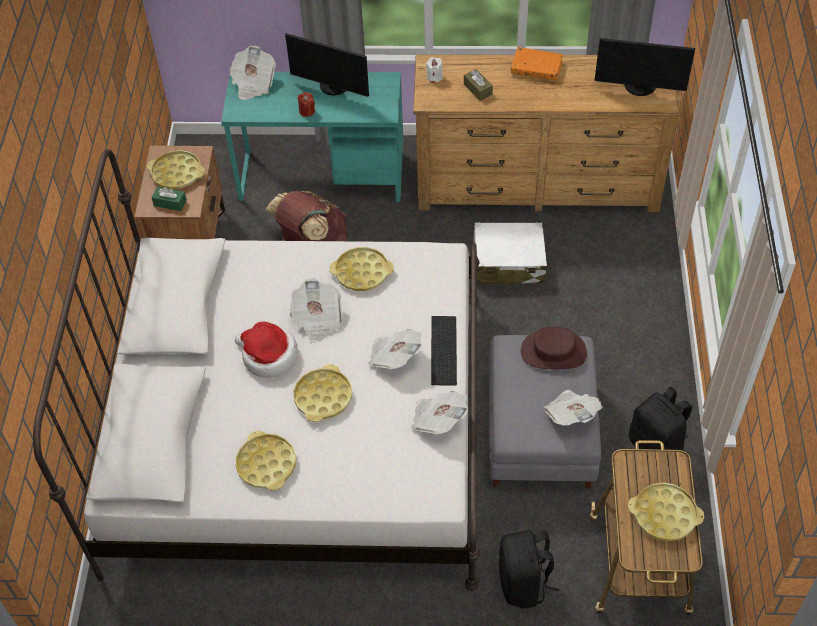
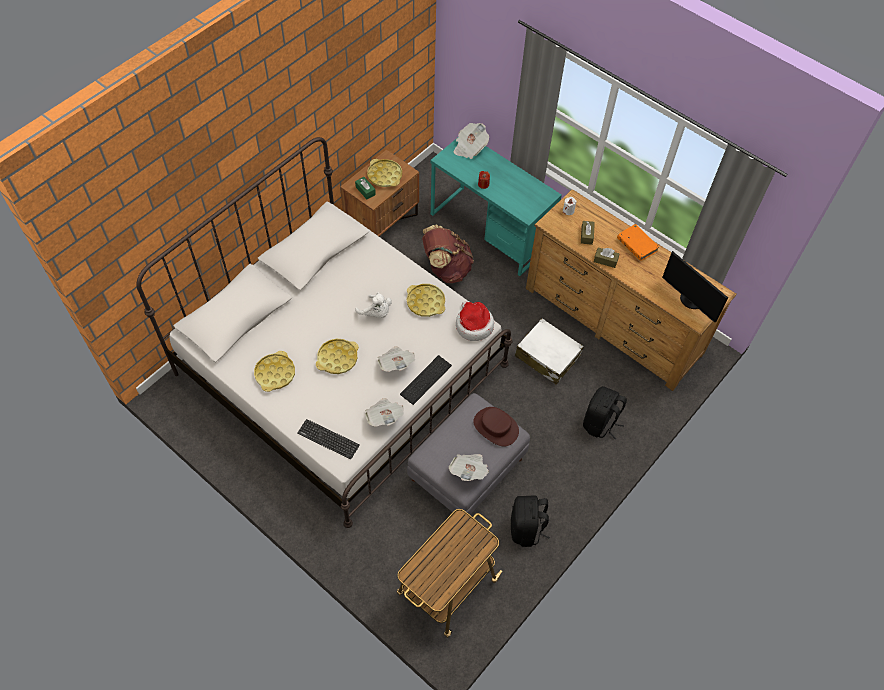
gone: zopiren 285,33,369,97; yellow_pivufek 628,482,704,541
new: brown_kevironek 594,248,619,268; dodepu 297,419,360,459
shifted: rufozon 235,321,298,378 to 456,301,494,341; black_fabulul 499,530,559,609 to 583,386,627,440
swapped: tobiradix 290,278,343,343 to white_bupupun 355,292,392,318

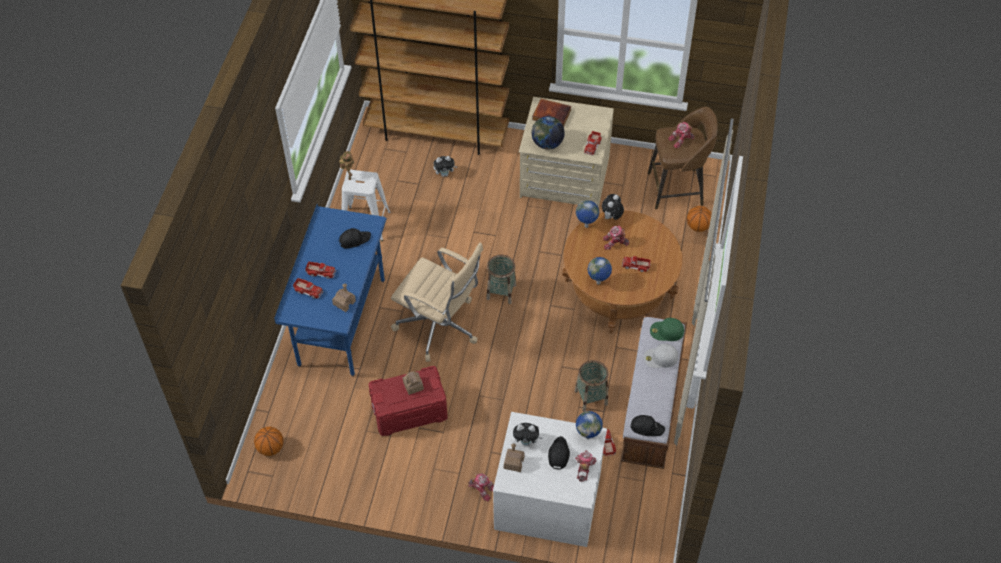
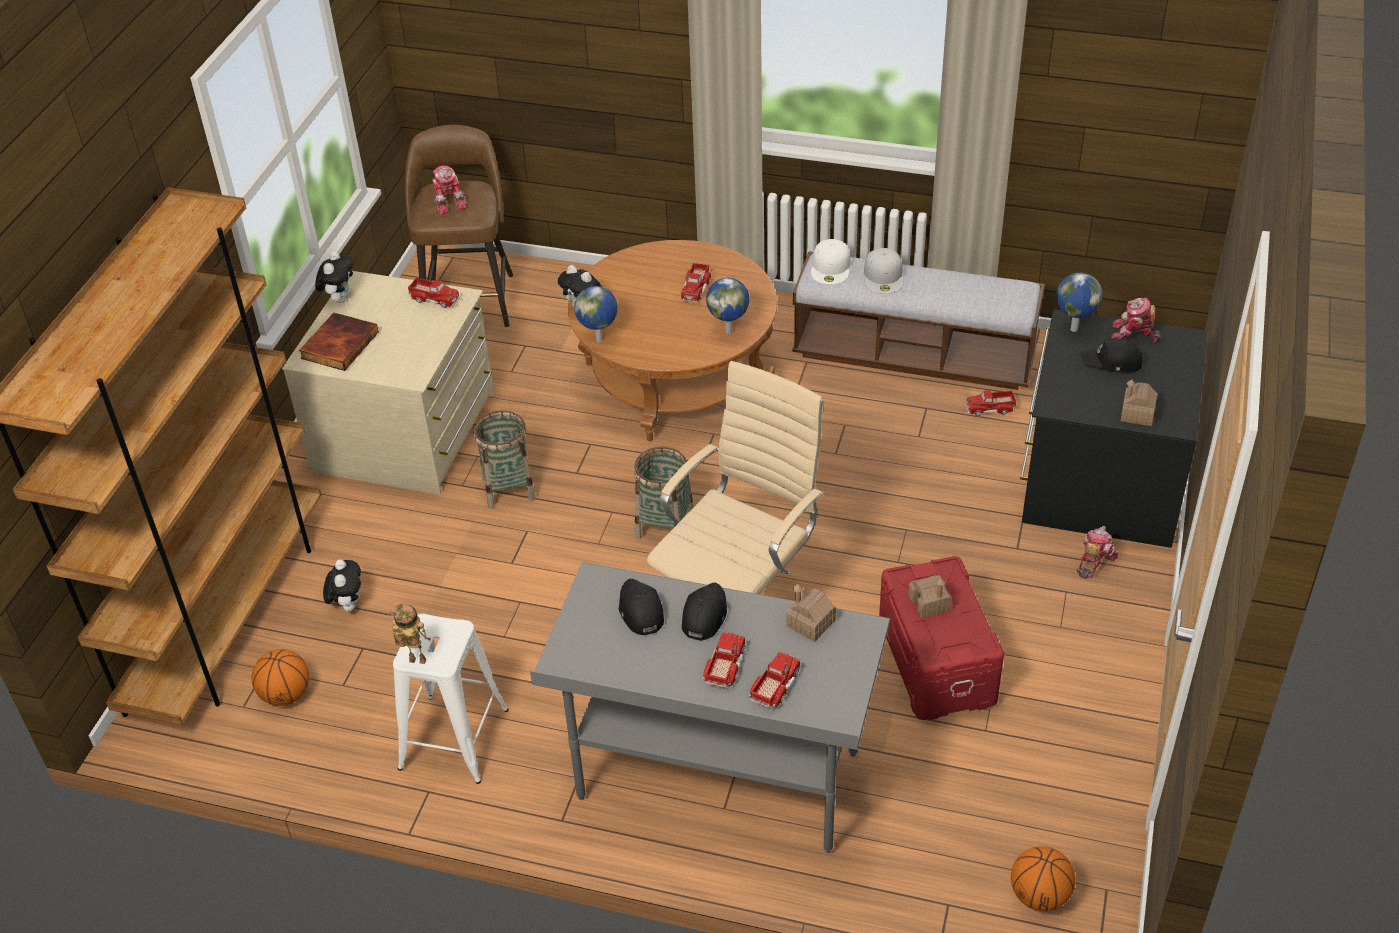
gone: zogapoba 532,116,565,150; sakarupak 603,225,629,250
shifted: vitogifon 687,206,712,232 to 252,649,309,706; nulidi 575,360,608,412 to 473,410,536,509; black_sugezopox 630,415,665,436 to 682,582,727,641; bupupun 513,423,542,446 to 315,251,353,303
repainted: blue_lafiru 274,203,387,376 to grey_lafiru 530,562,890,853; green_sugezopox 650,318,684,341 to white_sugezopox 811,239,850,284; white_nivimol 493,412,607,547 to black_nivimol 1020,309,1207,548

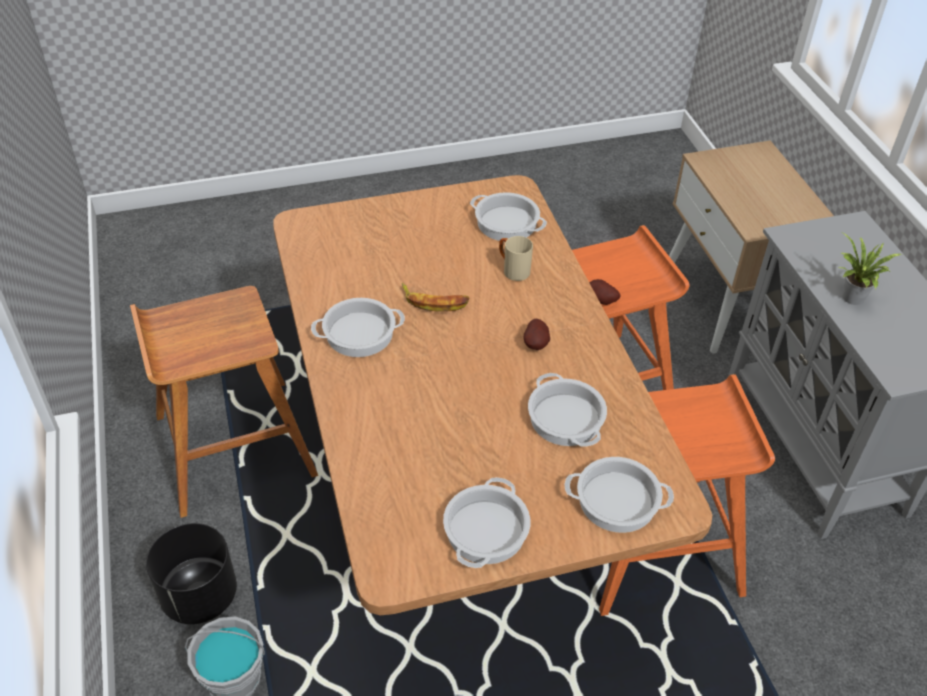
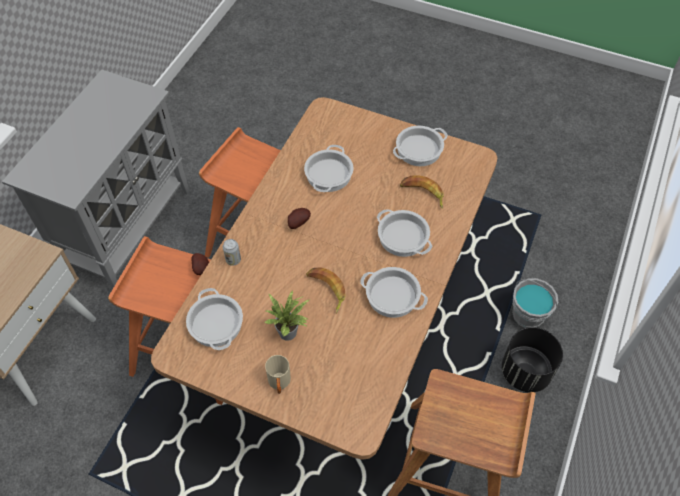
new: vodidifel 400,175,444,209; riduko 223,239,241,266
shifted: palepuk 839,233,901,305 to 264,290,310,341; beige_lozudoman 499,236,533,281 to 265,355,291,394; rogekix 564,457,674,533 to 377,209,432,257

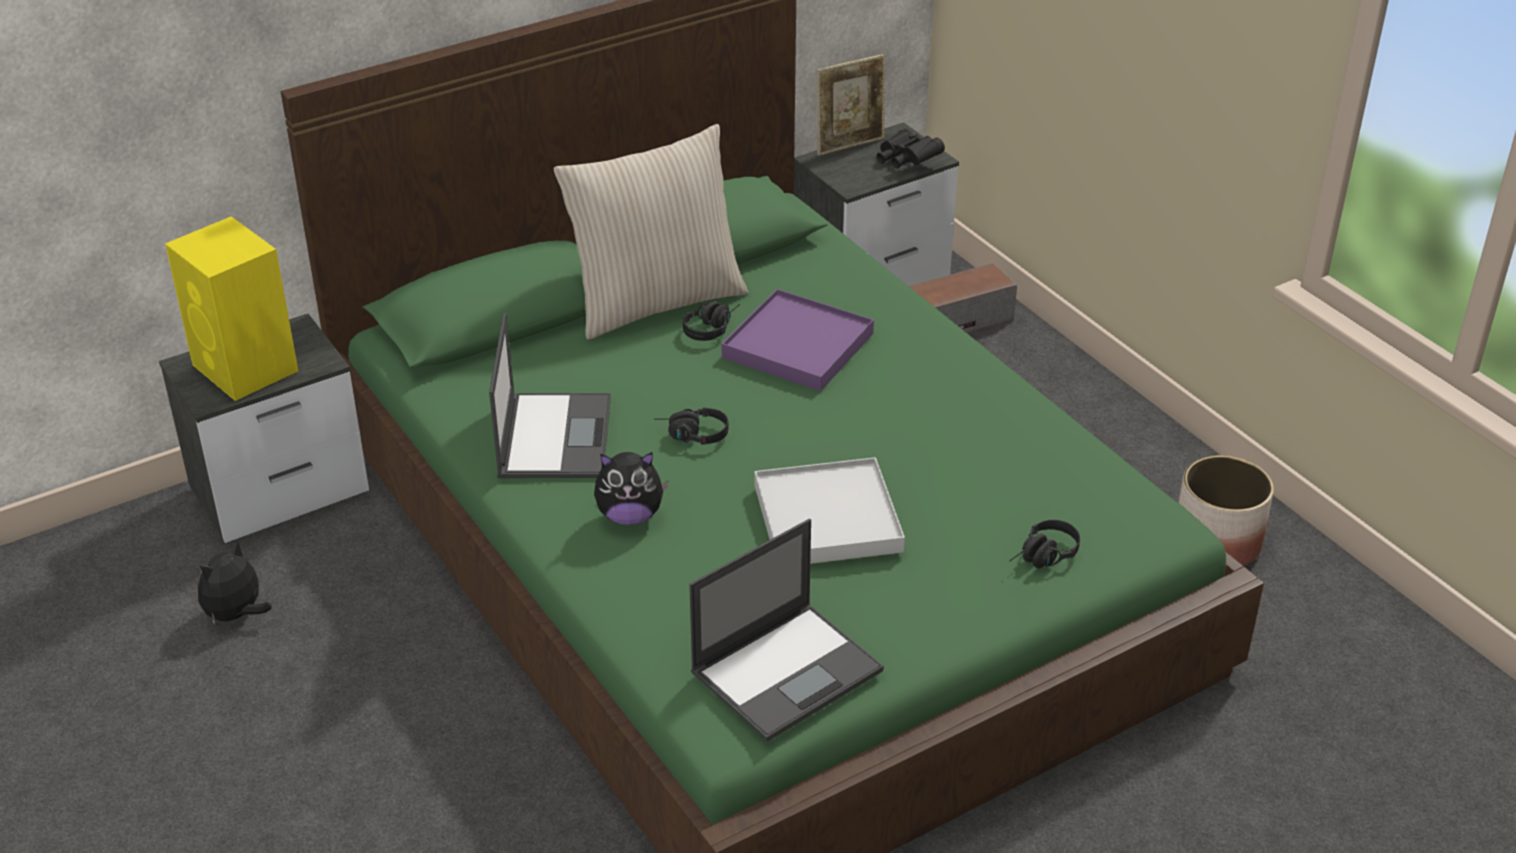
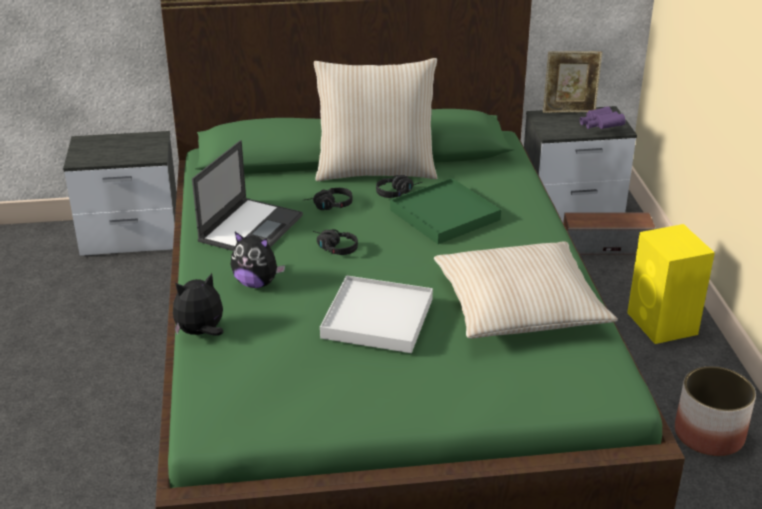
gone: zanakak 689,519,884,742
new: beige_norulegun 434,241,618,338
shifted: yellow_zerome 165,216,298,401 to 627,224,715,344; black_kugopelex 1009,520,1080,569 to 304,188,353,210; bupupun 198,540,272,627 to 173,273,223,336
repainted: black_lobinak 877,128,945,169 to purple_lobinak 580,106,625,129; purple_pivufek 722,289,874,391 to green_pivufek 390,178,501,244

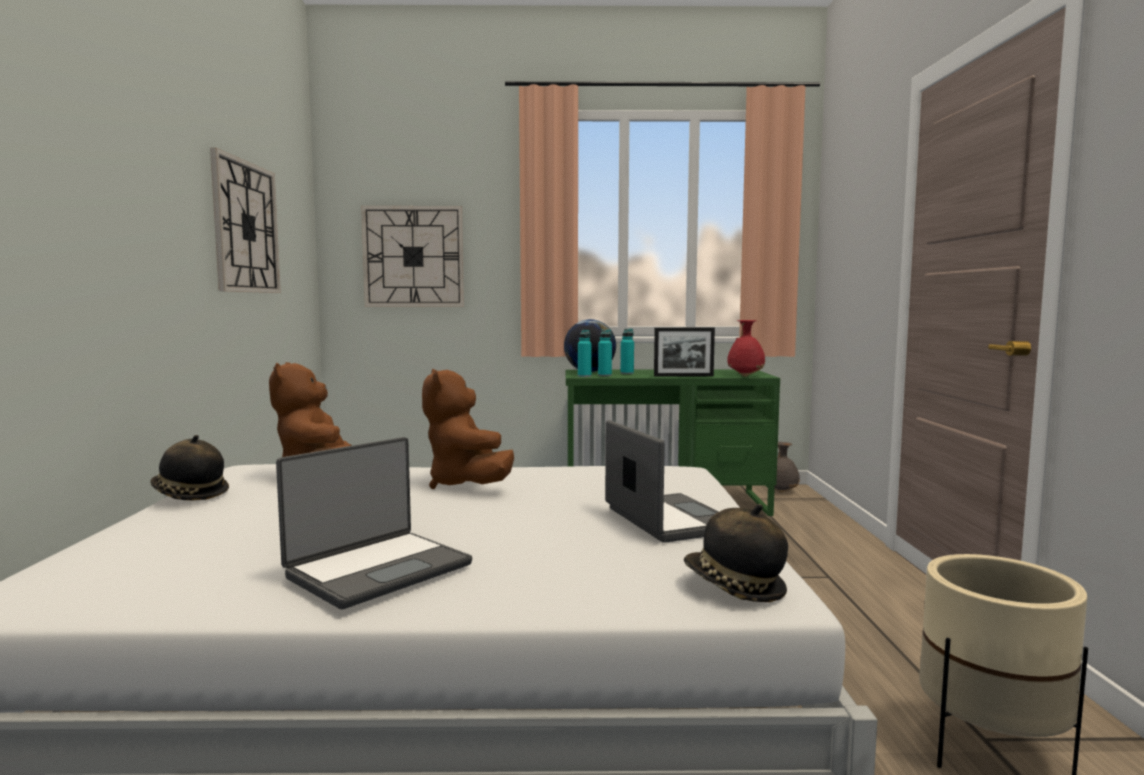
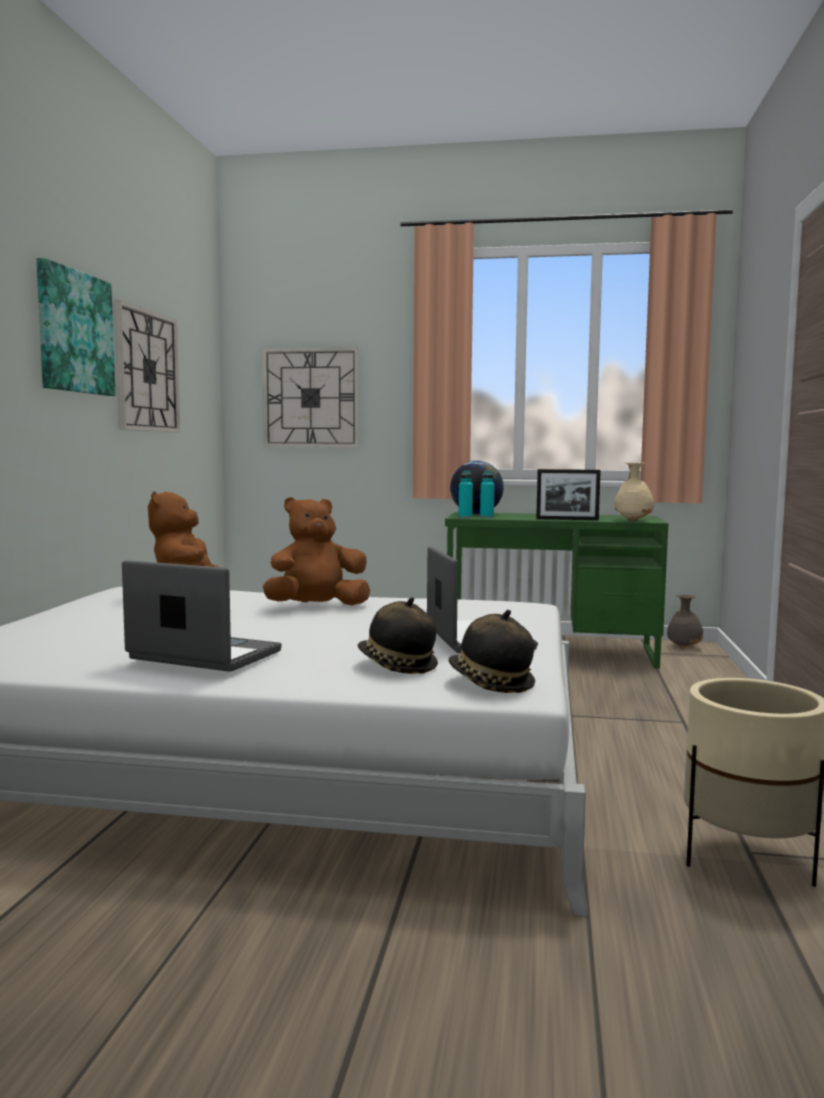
gone: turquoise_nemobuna 621,329,634,374
new: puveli 37,258,115,396
shifted: rufozon 150,435,229,501 to 357,597,438,674
repainted: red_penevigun 727,320,765,377 to beige_penevigun 614,462,654,521
rotated: brown_bupupun 422,369,514,489 = 263,497,370,605 75 degrees clockwise; zanakak 276,437,472,609 = 122,560,282,672 120 degrees counterclockwise

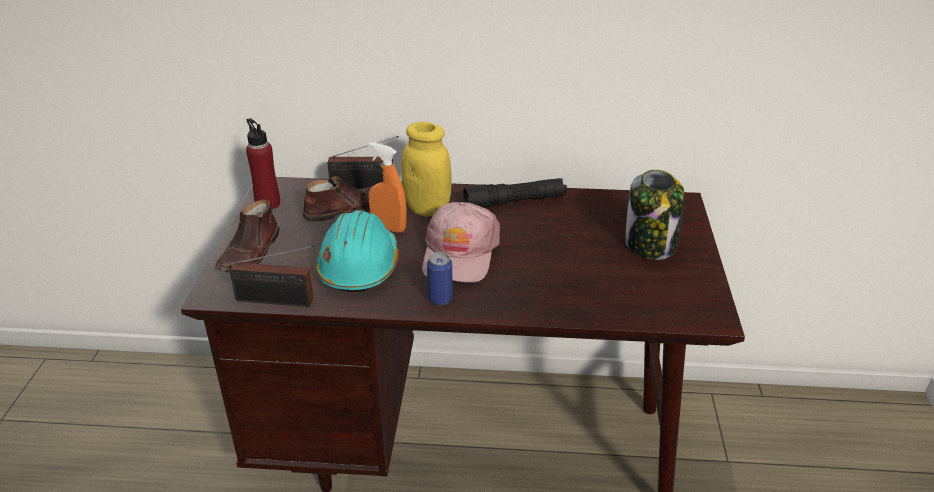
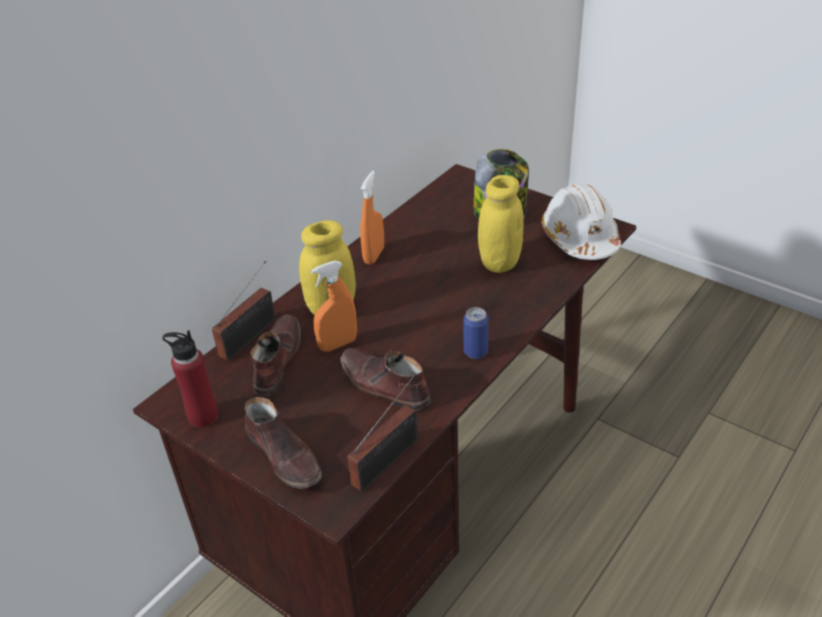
gone: pink_sugezopox 422,202,500,283
new: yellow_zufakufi 478,175,524,273; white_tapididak 541,184,621,260
swapped: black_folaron 463,178,567,208 to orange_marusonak 360,171,384,265; turquoise_tapididak 315,210,399,293 to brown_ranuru 340,348,430,411

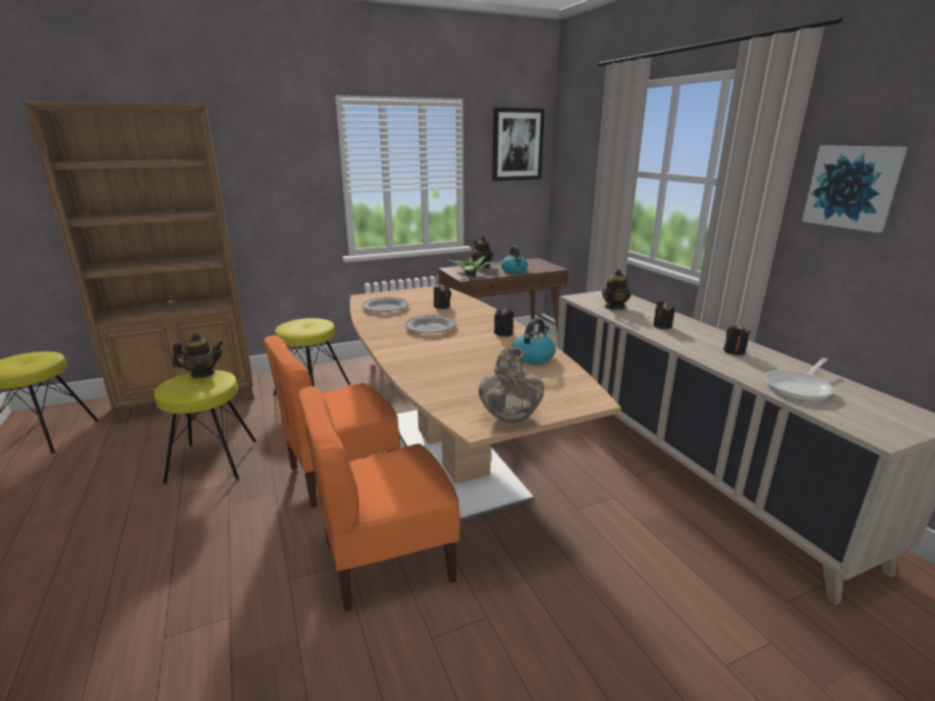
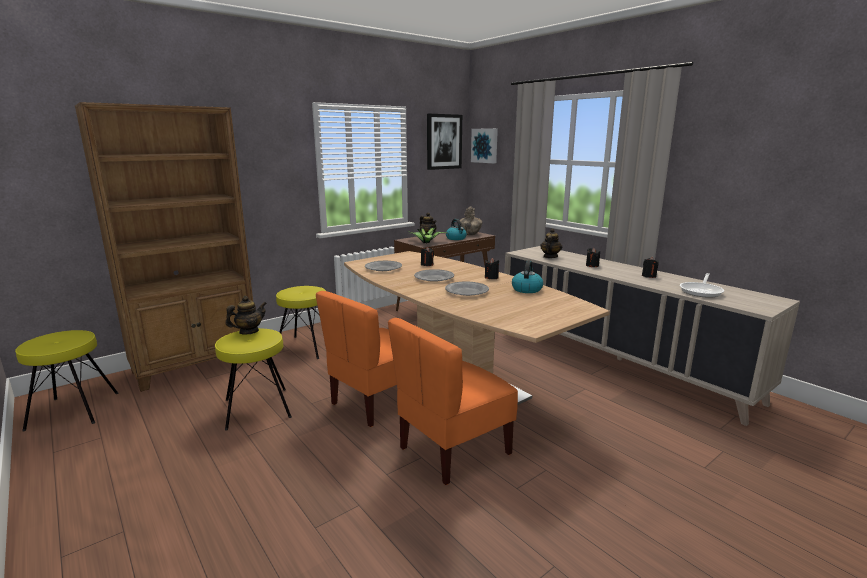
new: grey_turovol 445,282,489,296
shifted: puveli 802,145,908,233 to 471,128,498,163; penevigun 479,347,544,423 to 460,206,482,235

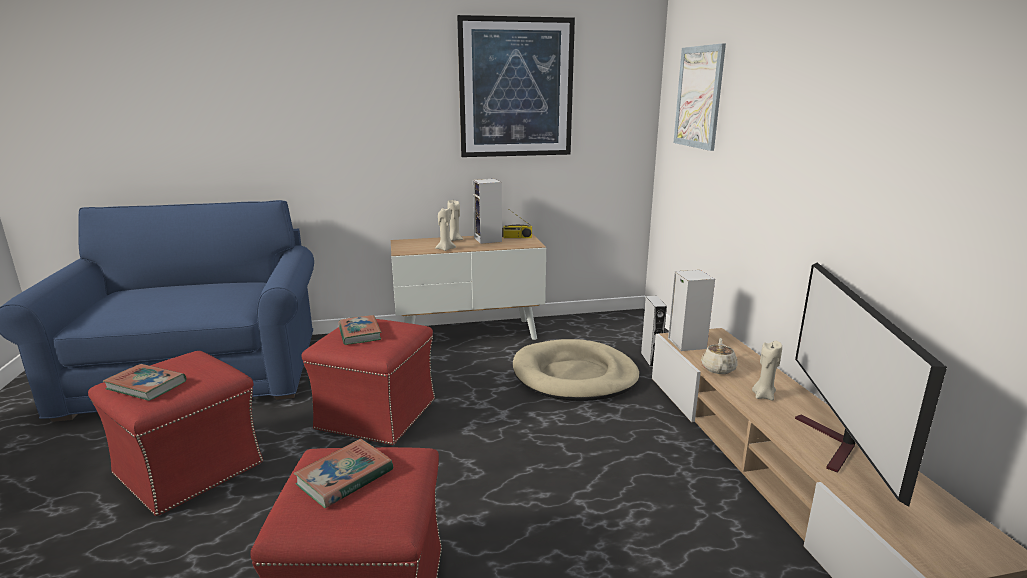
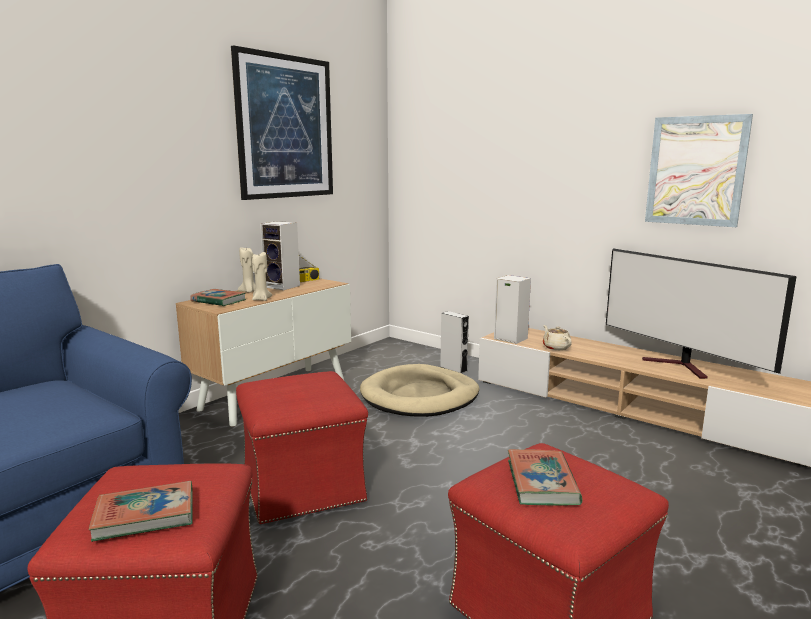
gone: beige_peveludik 752,341,782,400
shifted: puveli 673,43,726,151 to 645,114,753,227; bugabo 338,315,381,345 to 190,289,246,306

